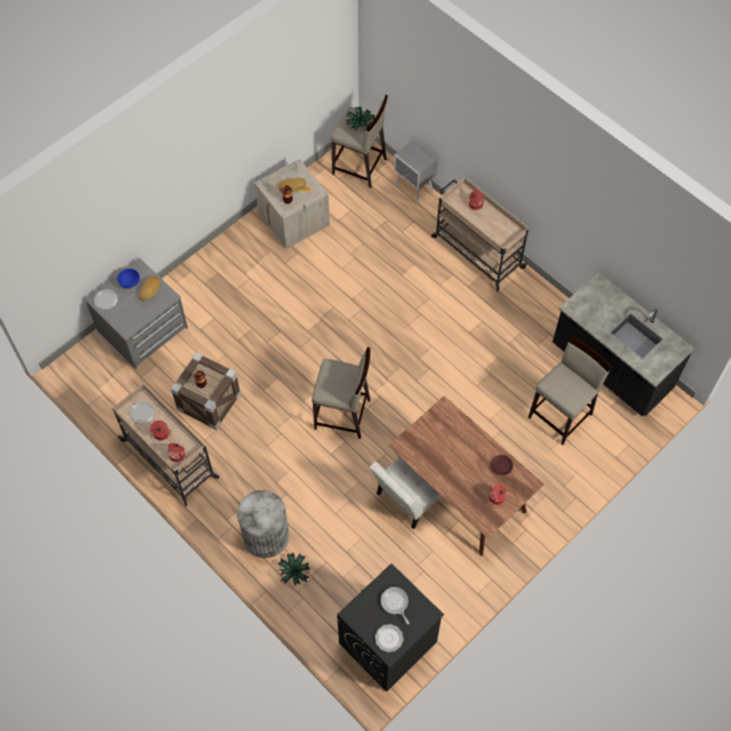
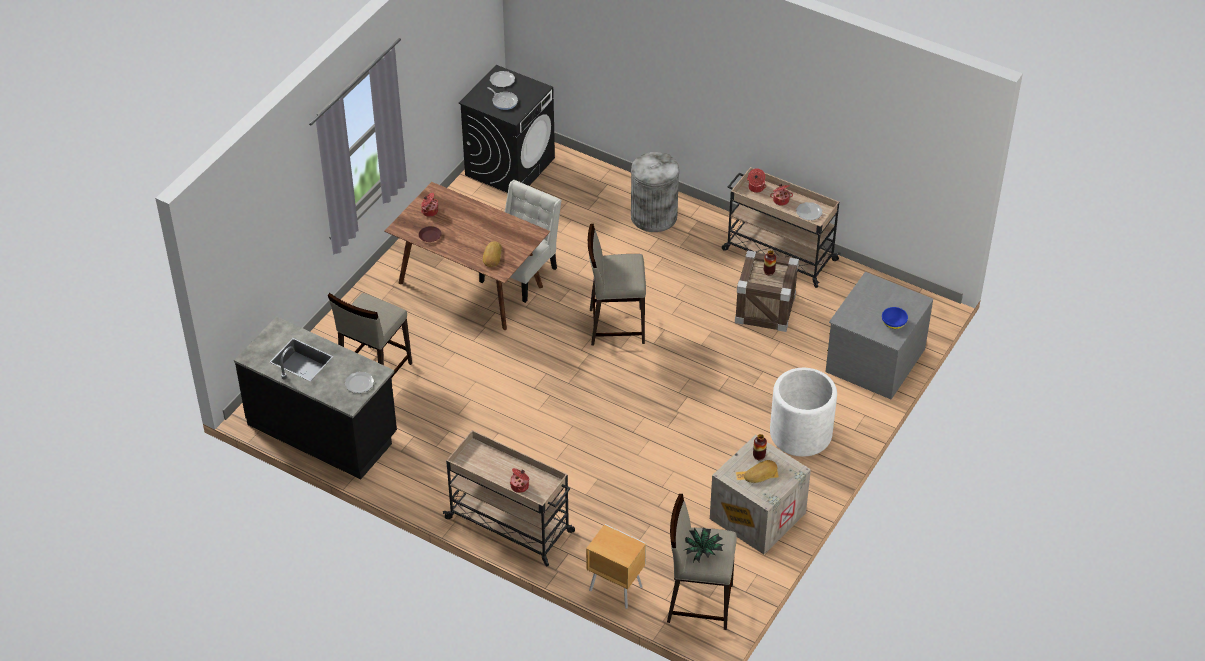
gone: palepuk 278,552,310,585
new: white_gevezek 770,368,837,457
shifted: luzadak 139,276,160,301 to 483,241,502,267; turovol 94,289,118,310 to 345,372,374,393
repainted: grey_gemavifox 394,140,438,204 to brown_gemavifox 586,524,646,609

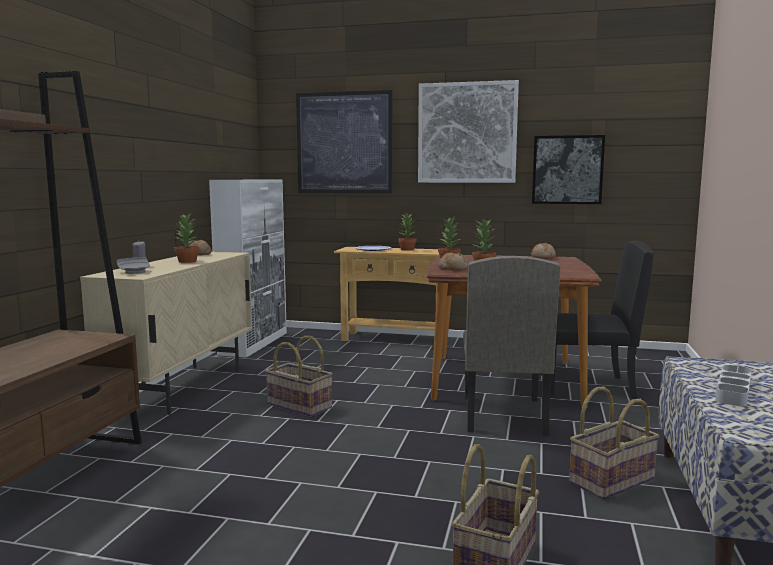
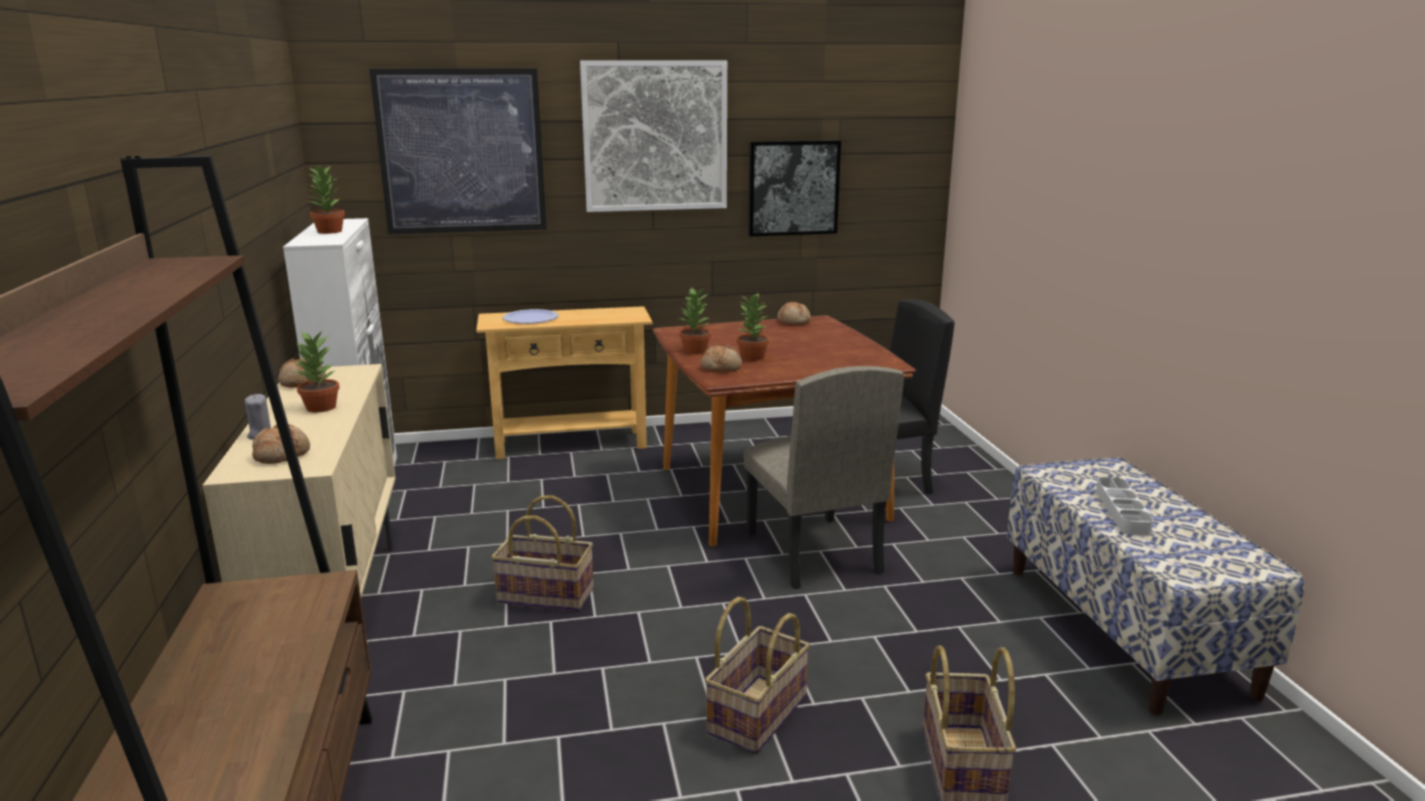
shifted: palepuk 398,212,416,251 to 307,165,345,234; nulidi 569,386,659,500 to 705,597,810,754
swapped: grey_turovol 117,257,150,274 to luzadak 252,424,310,464

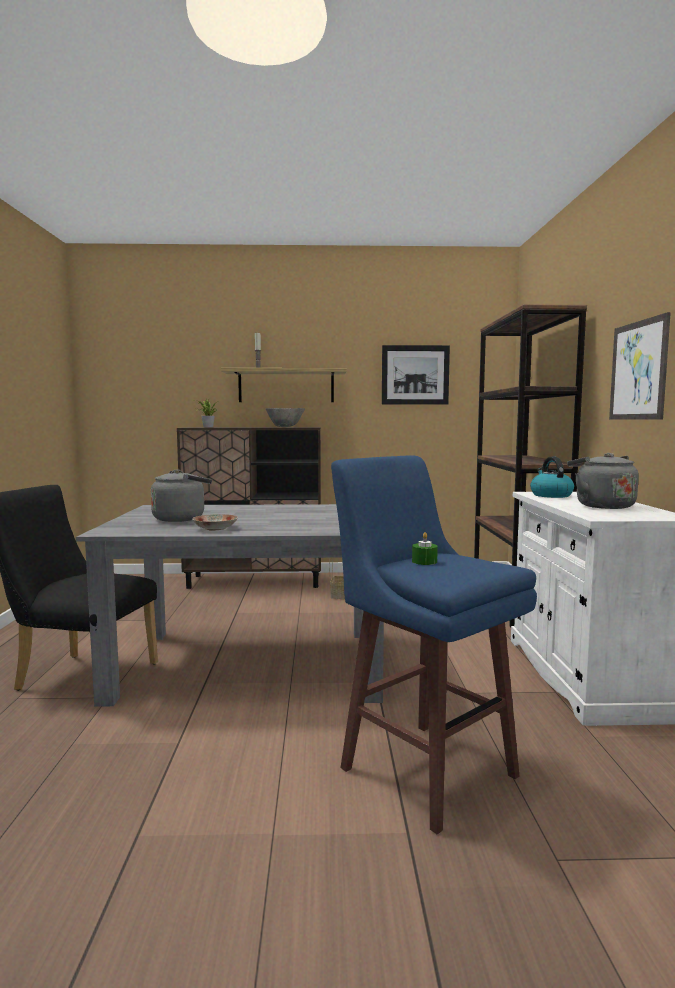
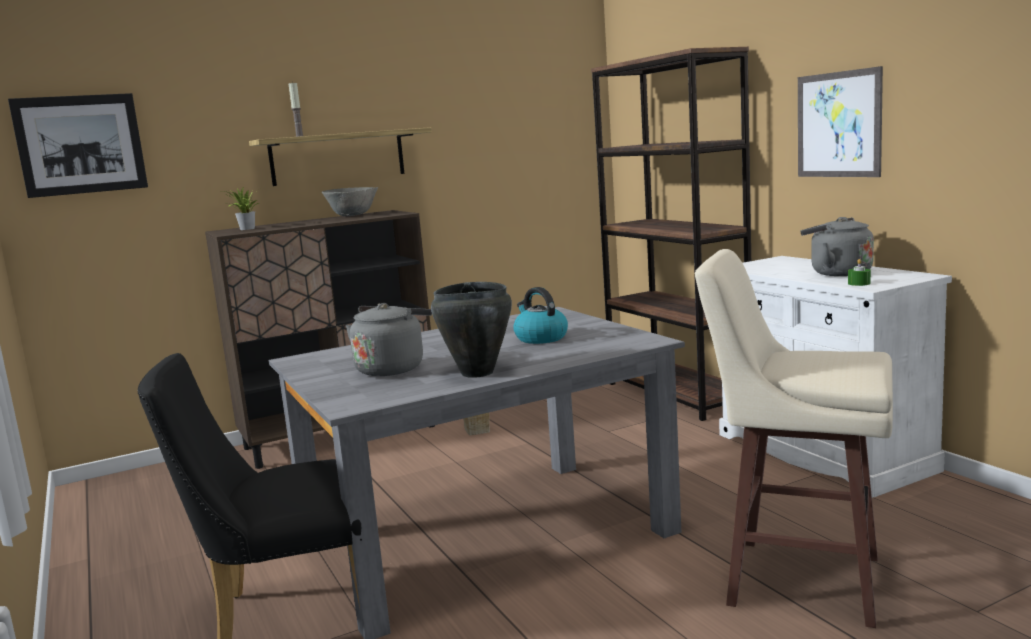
shifted: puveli 382,345,450,404 to 8,93,148,198; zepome 530,457,574,498 to 513,287,568,344; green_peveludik 412,532,438,565 to 848,259,871,286
swapped: turovol 192,514,238,531 to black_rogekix 431,282,512,378
repainted: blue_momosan 331,455,537,834 to beige_momosan 695,249,893,628

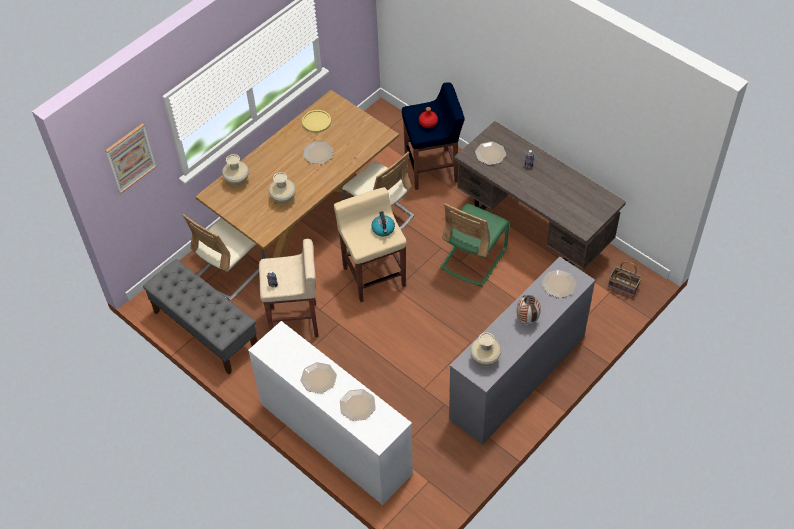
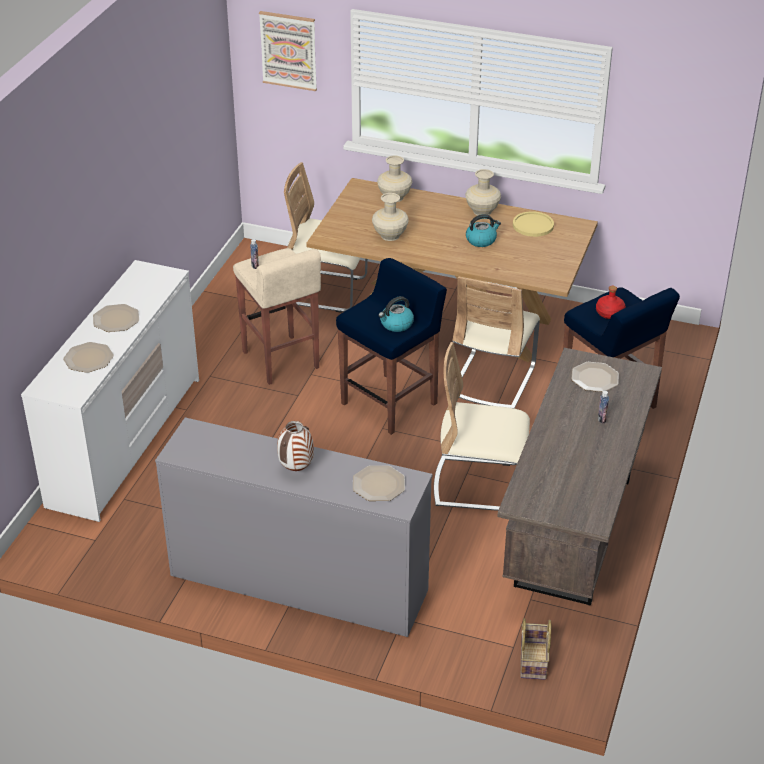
gone: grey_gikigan 143,259,257,374
shifted: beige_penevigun 470,332,501,366 to 465,169,501,216
swapped: turovol 303,142,333,164 to zepome 466,214,501,247
repainted: beige_momosan 334,187,407,302 to blue_momosan 336,258,447,435; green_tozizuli 440,203,510,286 to beige_tozizuli 434,342,530,511

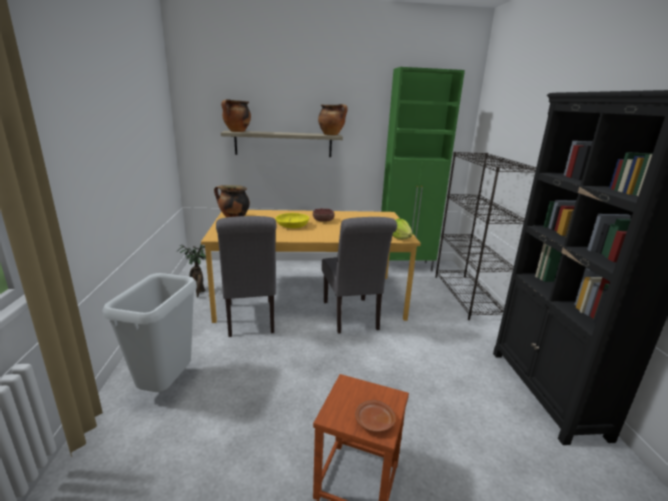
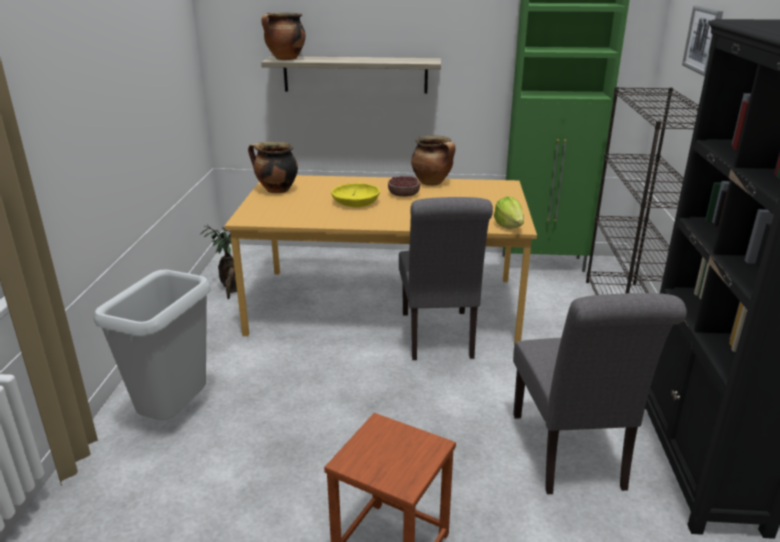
gone: brown_turovol 355,400,396,432
new: puveli 682,6,723,77
shifted: rogekix 318,104,348,135 to 411,135,455,186; grey_tozizuli 216,216,276,337 to 513,293,687,494

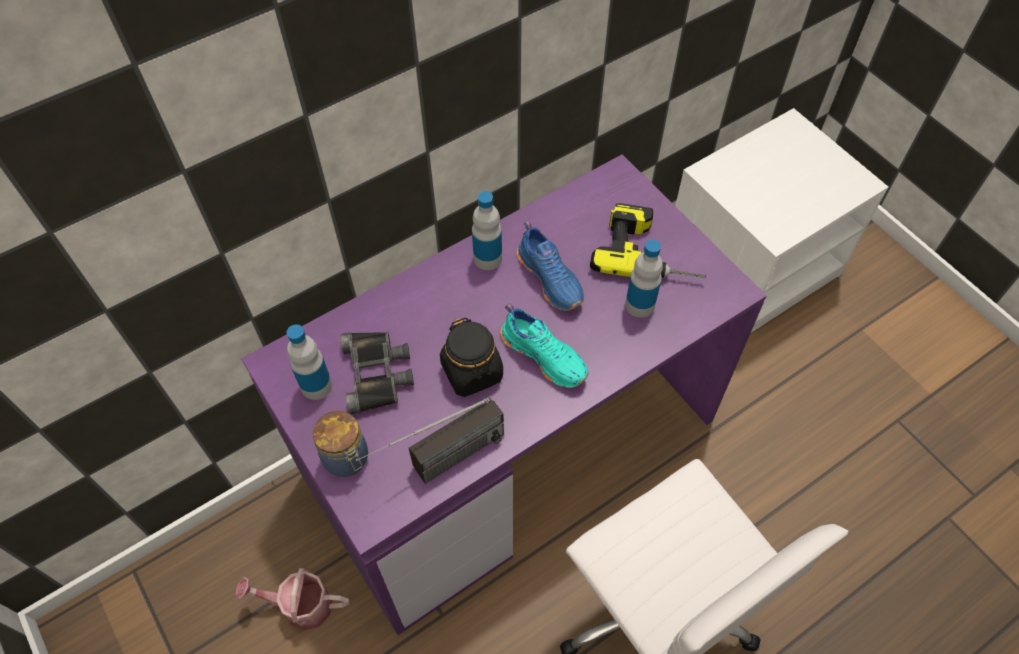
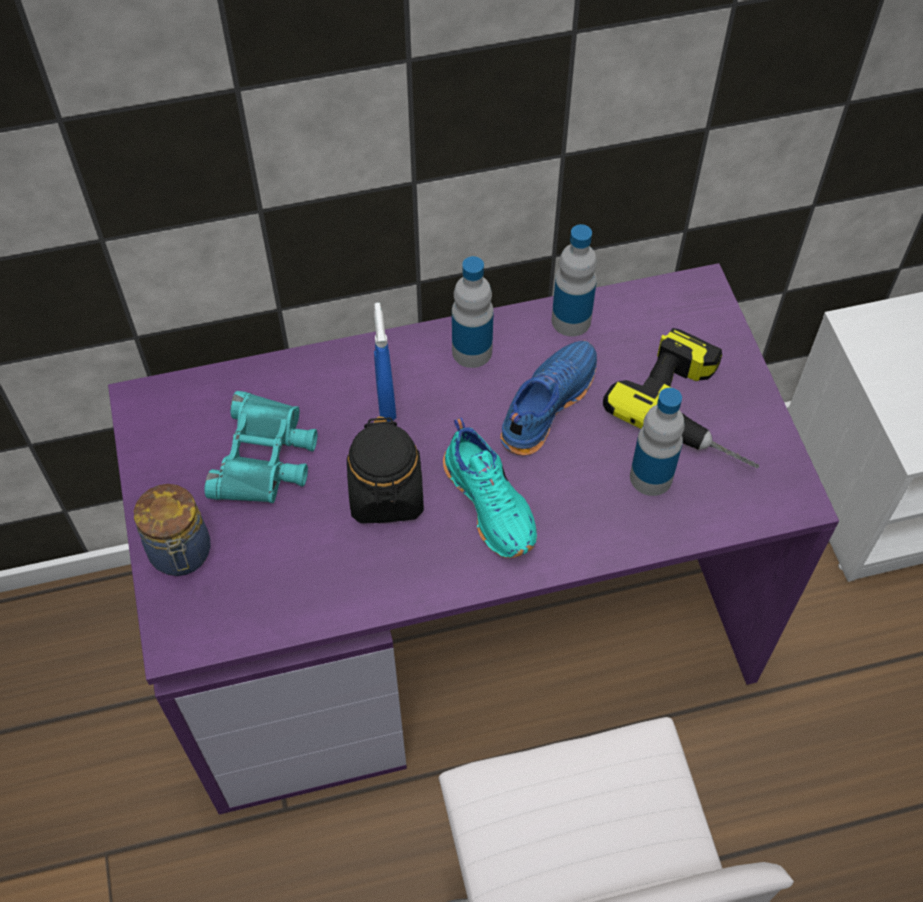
gone: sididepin 355,398,504,484; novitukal 235,568,350,630
new: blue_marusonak 374,303,396,422
shifted: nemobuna 286,324,332,400 to 551,224,597,337
repainted: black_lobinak 340,332,414,415 to turquoise_lobinak 205,391,317,503
rotated: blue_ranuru 517,221,584,311 = 500,341,597,455 135 degrees counterclockwise

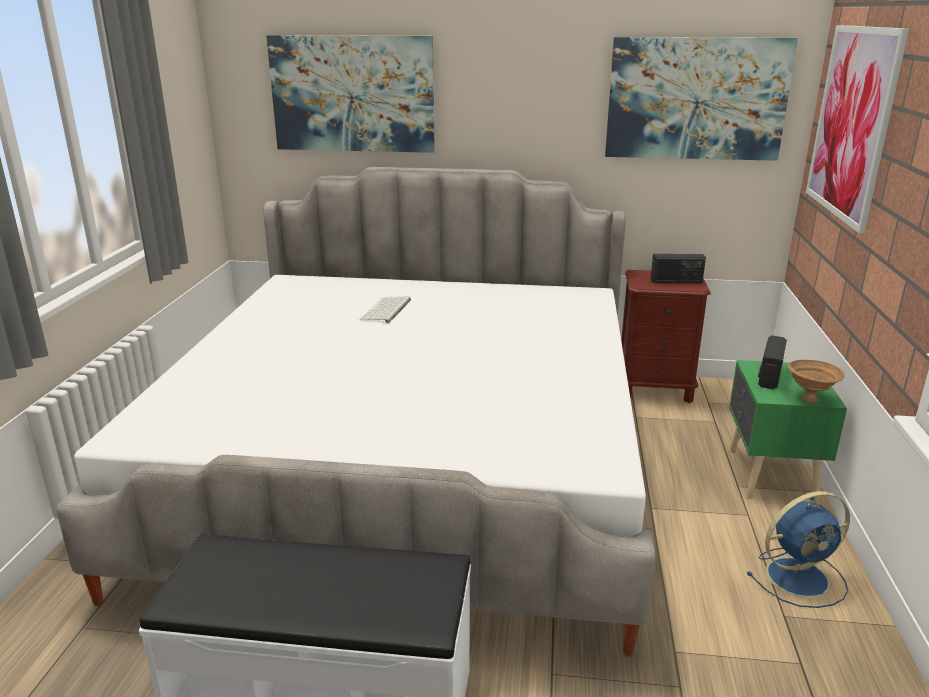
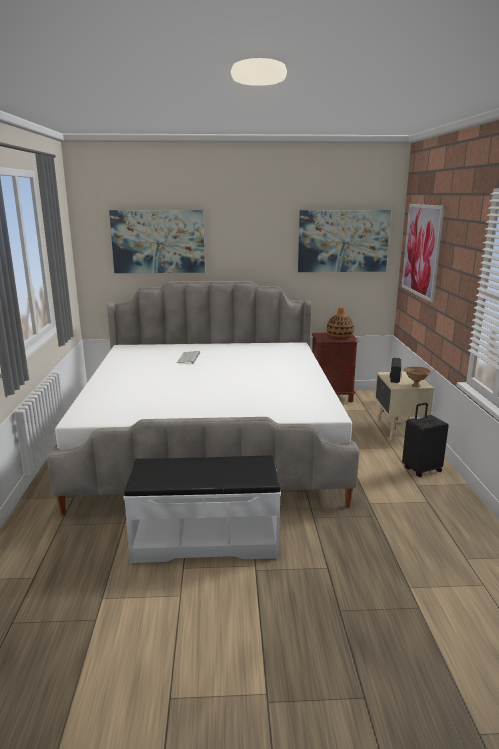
swapped: sididepin 651,254,706,283 to penevigun 327,308,354,338; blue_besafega 747,491,850,608 to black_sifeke 402,402,449,477
repainted: green_gemavifox 729,360,847,502 to beige_gemavifox 375,372,434,441

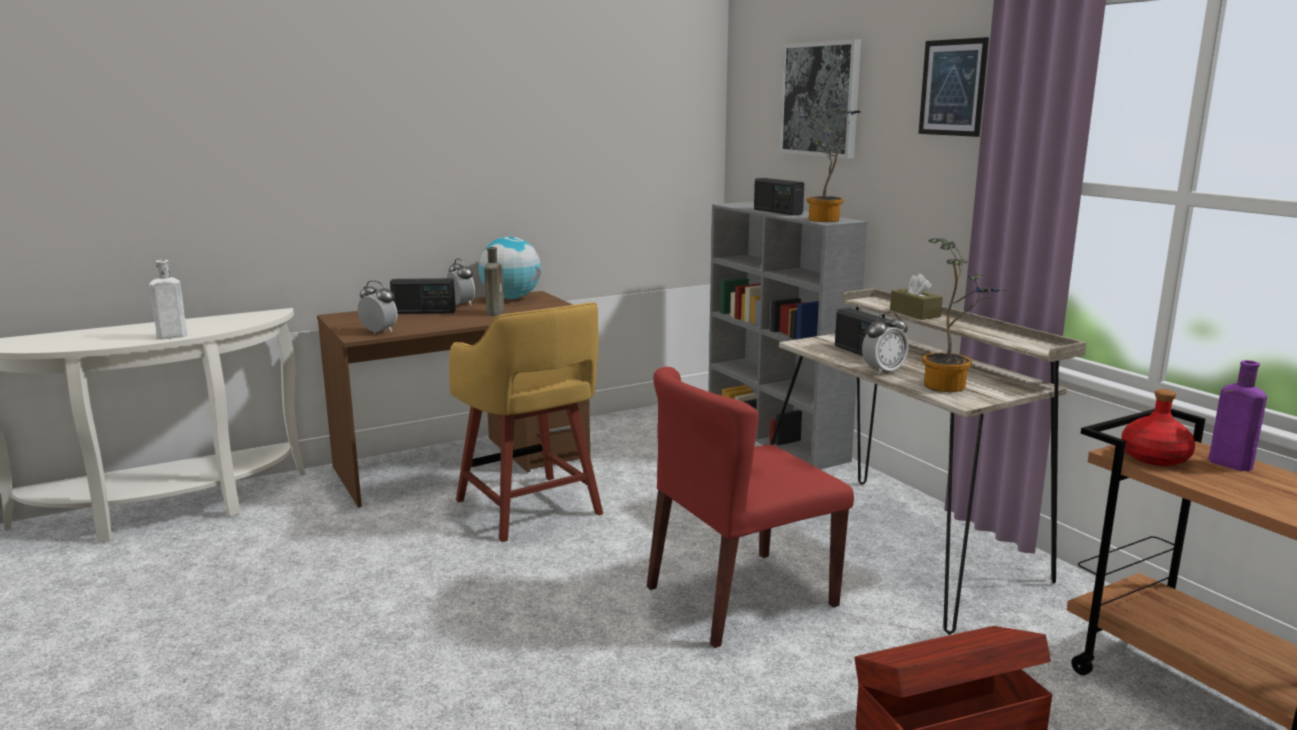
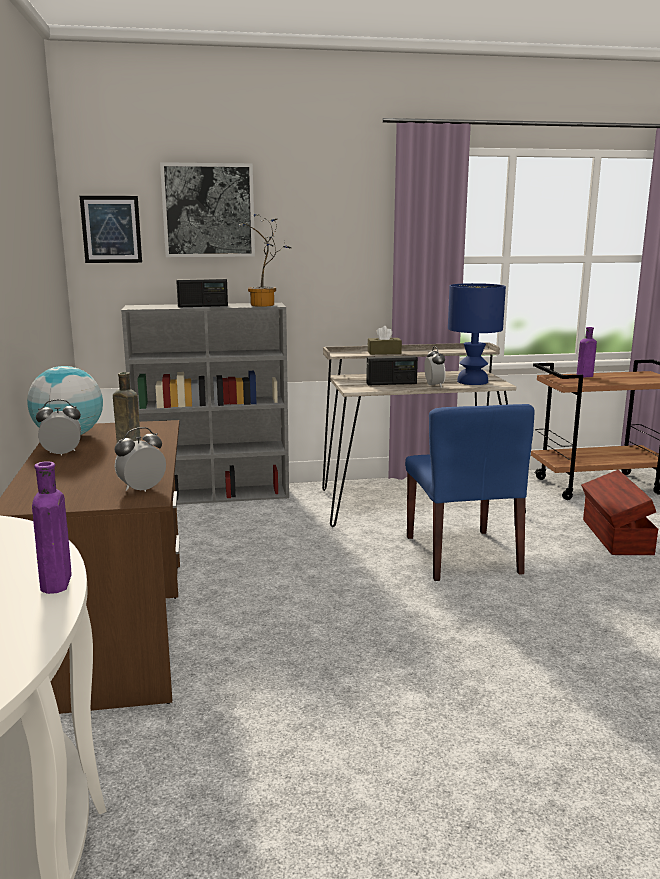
gone: sididepin 390,278,456,314; yellow_momosan 449,302,603,542; red_nemobuna 1121,389,1195,466
shifted: puveli 918,37,989,137 to 80,196,142,263
swapped: palepuk 922,238,1005,392 to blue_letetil 448,283,506,385
repainted: white_nemobuna 149,260,187,340 to purple_nemobuna 32,461,71,594; red_tozizuli 647,367,854,648 to blue_tozizuli 405,404,535,581

